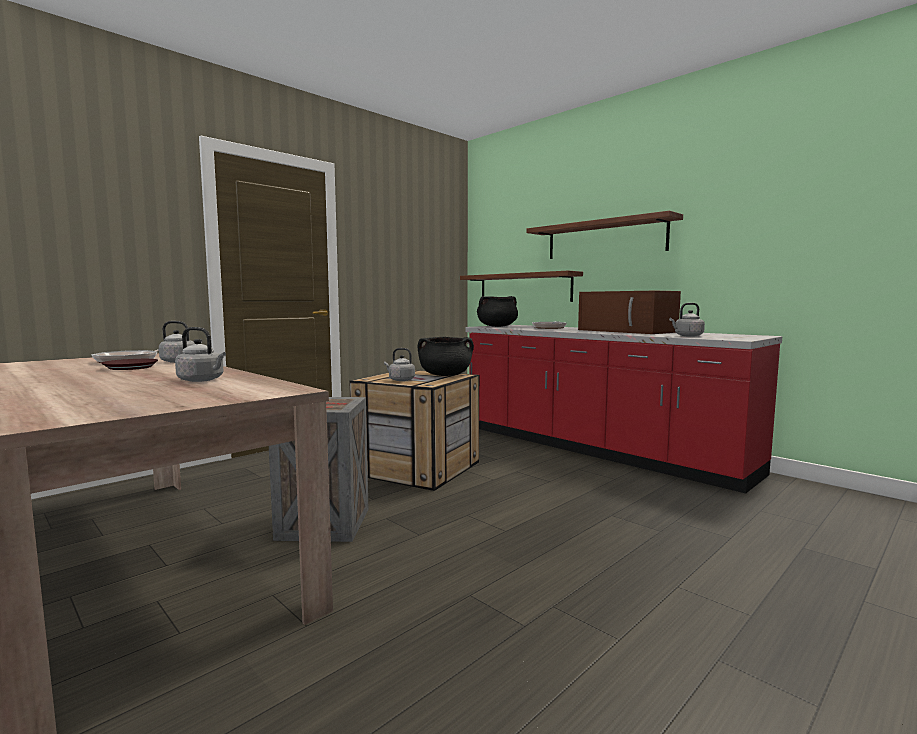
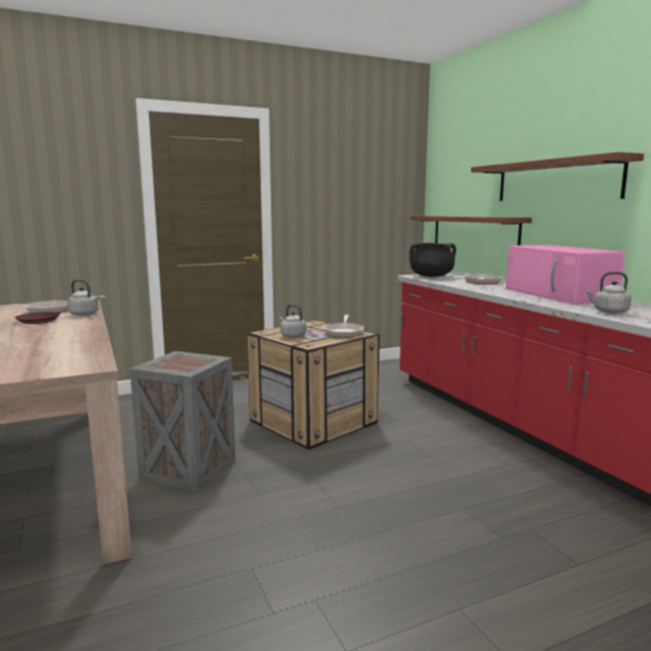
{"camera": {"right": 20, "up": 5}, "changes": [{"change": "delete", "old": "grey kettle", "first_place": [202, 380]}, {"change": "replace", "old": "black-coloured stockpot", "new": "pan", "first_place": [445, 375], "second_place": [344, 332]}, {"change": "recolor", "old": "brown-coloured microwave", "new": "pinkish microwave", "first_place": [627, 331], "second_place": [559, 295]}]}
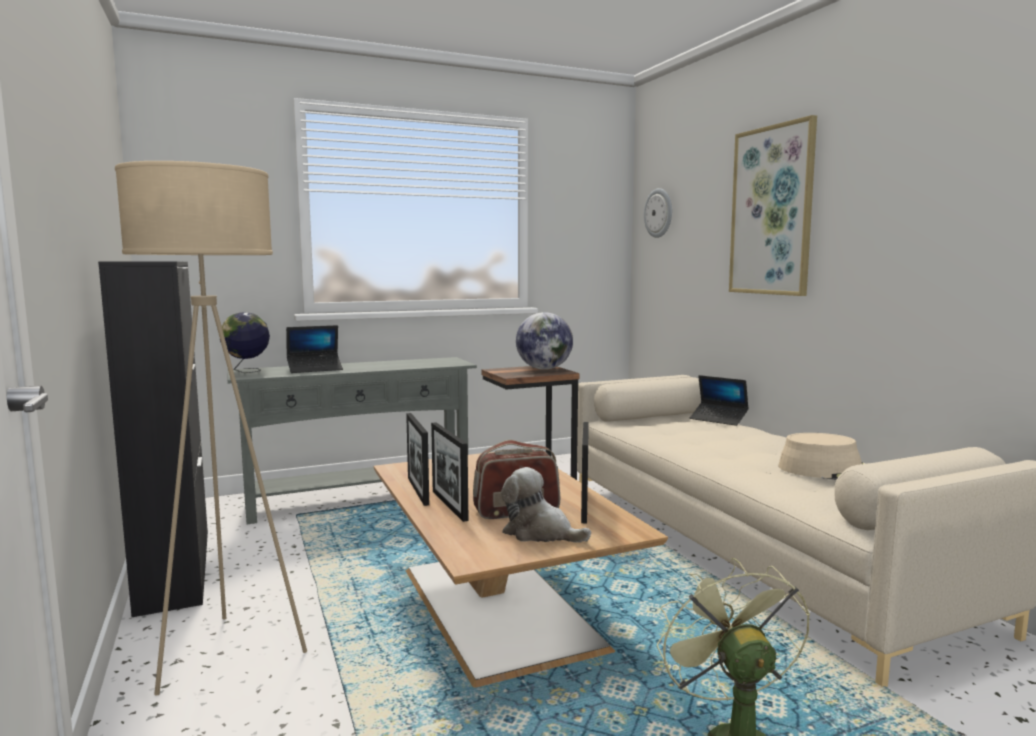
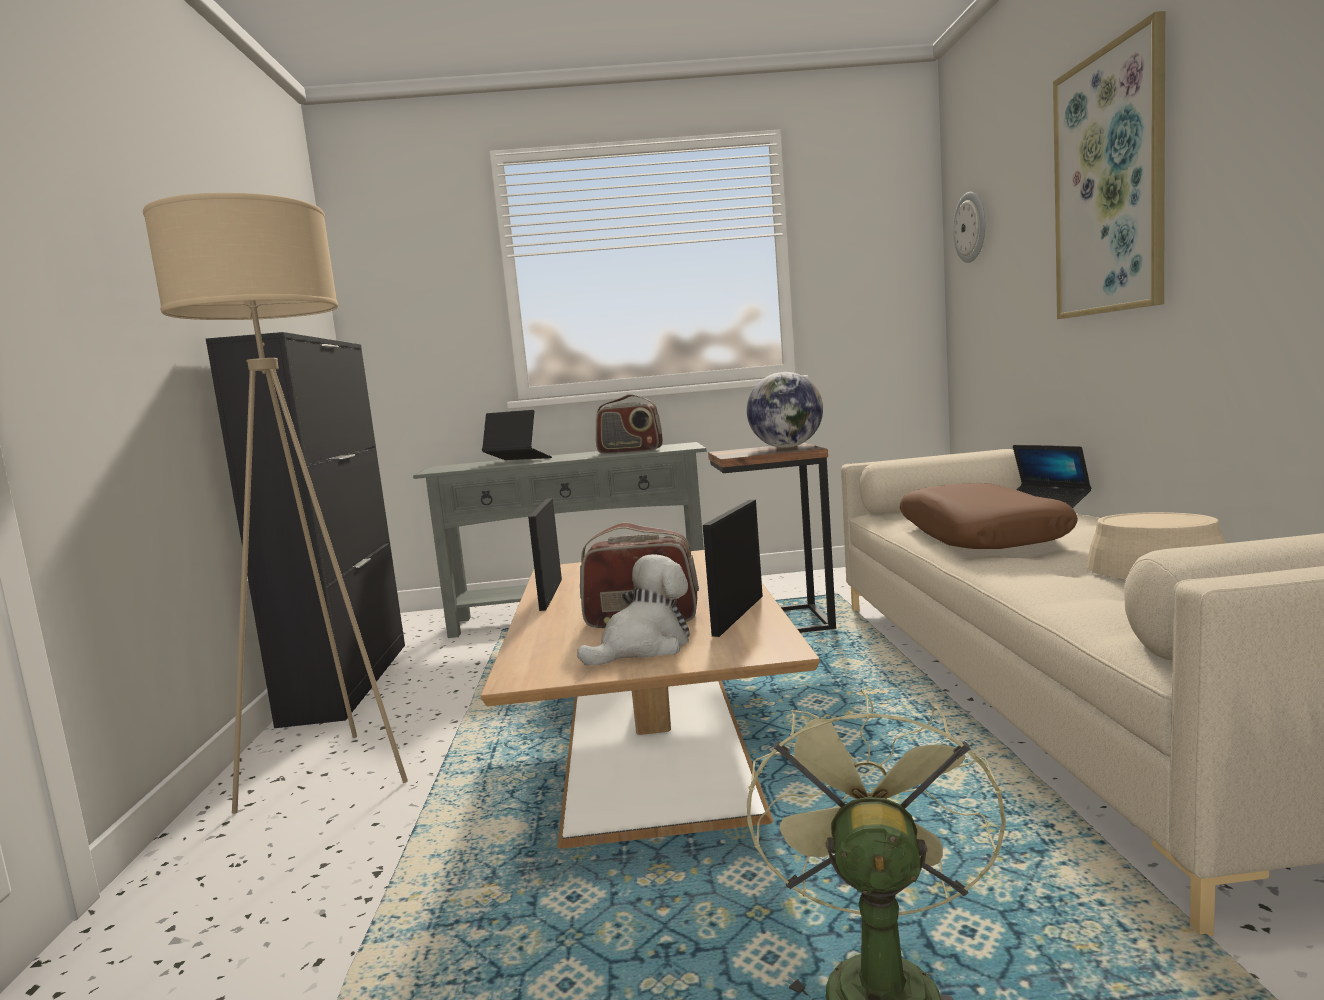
{"camera": {"right": 20, "up": 0}, "changes": [{"change": "delete", "old": "globe", "first_place": [247, 371]}, {"change": "rotate", "old": "portable computer", "first_place": [315, 369], "second_place": [517, 461], "degrees": -150}, {"change": "delete", "old": "picture frame", "first_place": [449, 505]}, {"change": "rotate", "old": "plush toy", "first_place": [540, 533], "second_place": [643, 647], "degrees": 90}, {"change": "insert", "new": "radio", "second_place": [630, 451]}, {"change": "insert", "new": "brown-coloured throw pillow", "second_place": [981, 536]}]}
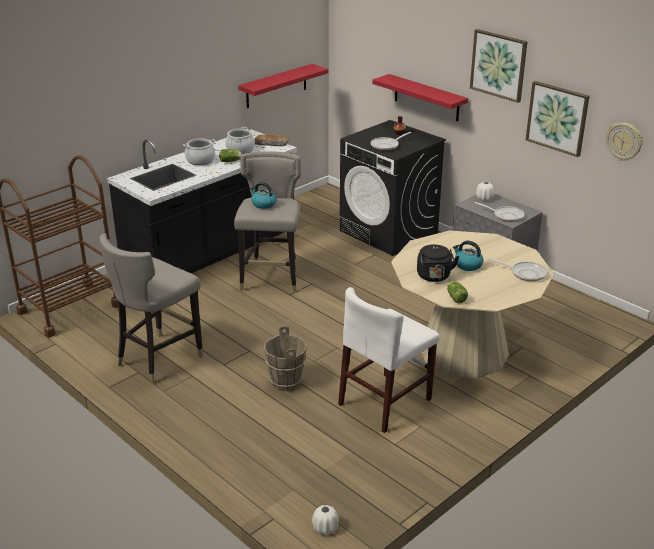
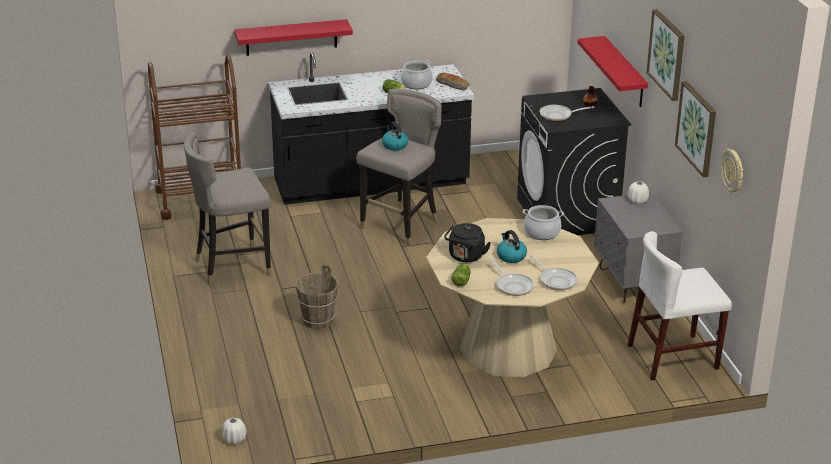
{"camera": {"right": 30, "up": 0}, "changes": [{"change": "move", "old": "stockpot", "first_place": [200, 160], "second_place": [542, 232]}, {"change": "move", "old": "red-coloured wall shelf", "first_place": [276, 86], "second_place": [291, 37]}, {"change": "move", "old": "whitish upright chair", "first_place": [385, 402], "second_place": [673, 357]}, {"change": "move", "old": "pan", "first_place": [505, 216], "second_place": [512, 286]}]}
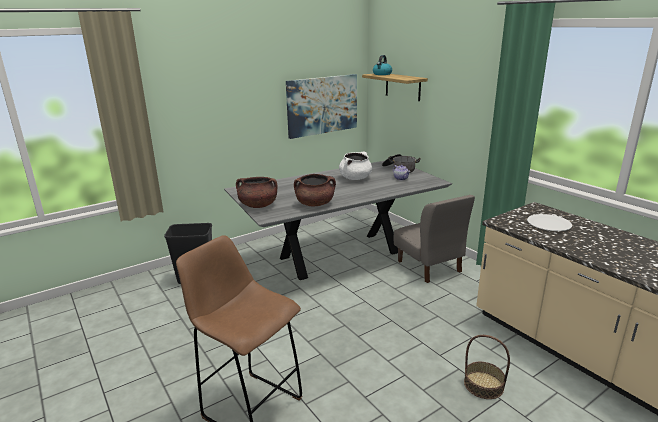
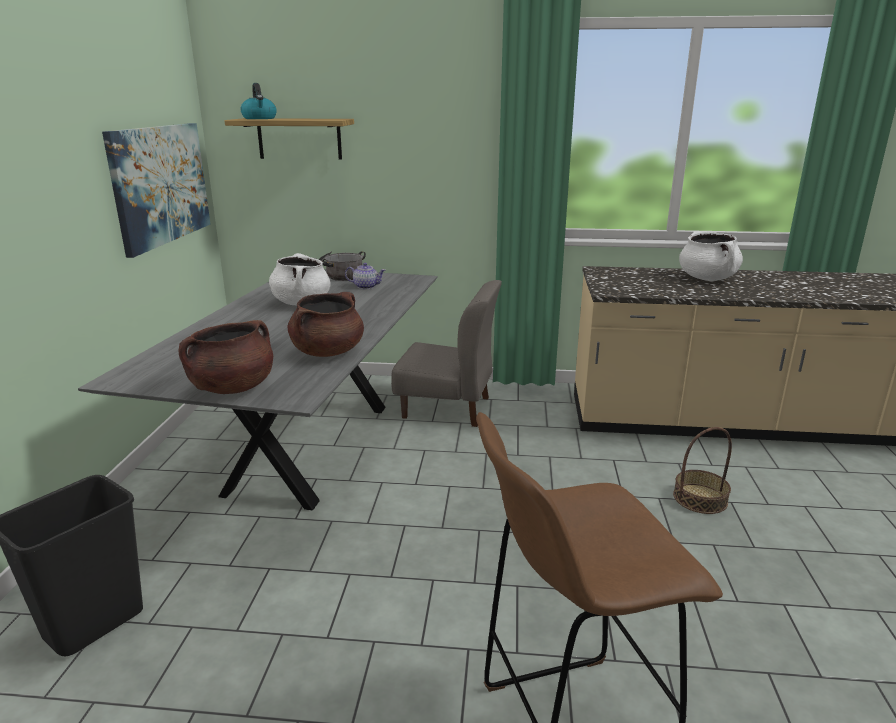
{"camera": {"right": -50, "up": 0}, "changes": [{"change": "delete", "old": "whitish dinner plate", "first_place": [549, 224]}, {"change": "insert", "new": "whitish stockpot", "second_place": [707, 279]}]}
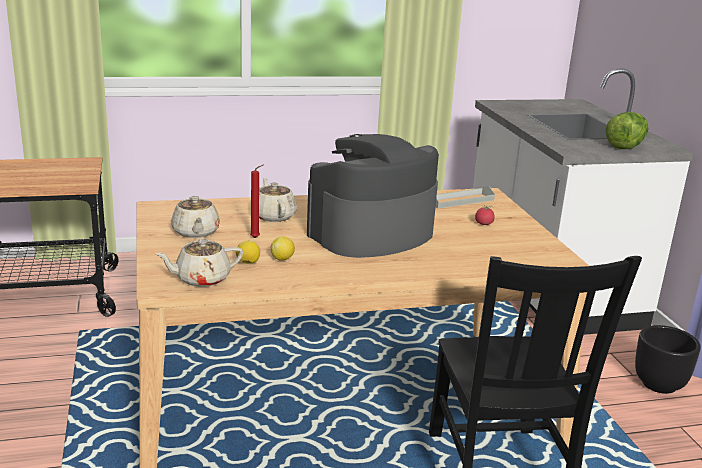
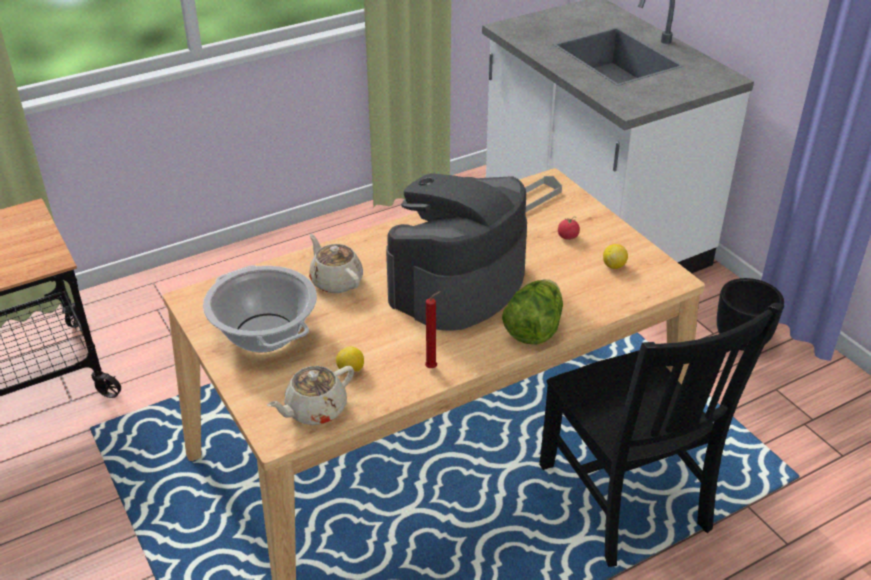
{"camera": {"right": -15, "up": 15}, "changes": [{"change": "replace", "old": "beige-coloured pot for tea", "new": "stockpot", "first_place": [195, 232], "second_place": [264, 333]}, {"change": "move", "old": "red-coloured candle", "first_place": [256, 238], "second_place": [433, 367]}, {"change": "move", "old": "lemon", "first_place": [282, 259], "second_place": [614, 266]}, {"change": "move", "old": "head of lettuce", "first_place": [625, 146], "second_place": [534, 329]}]}
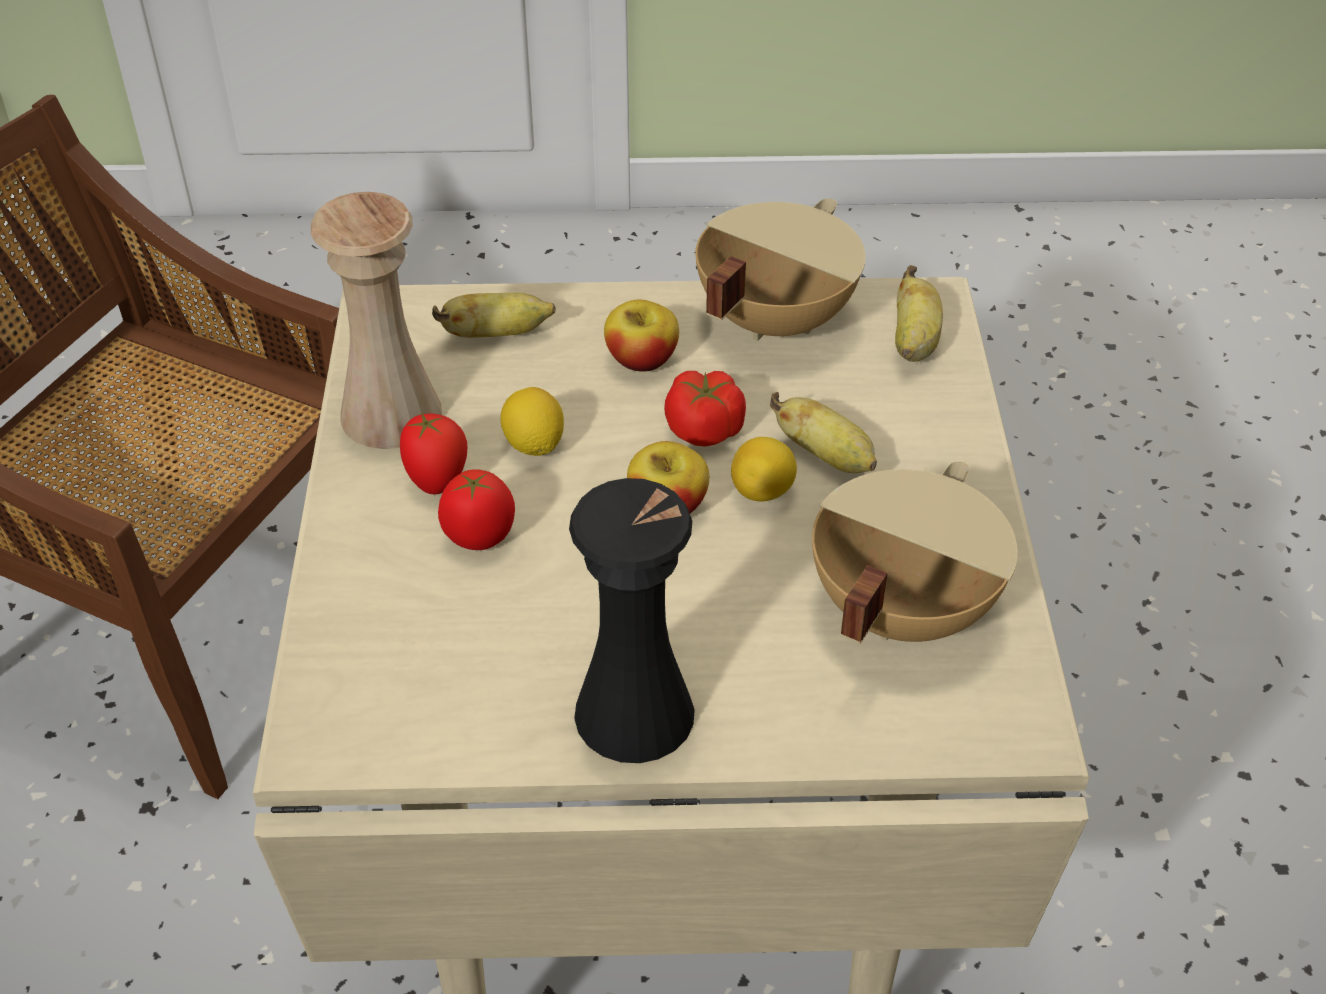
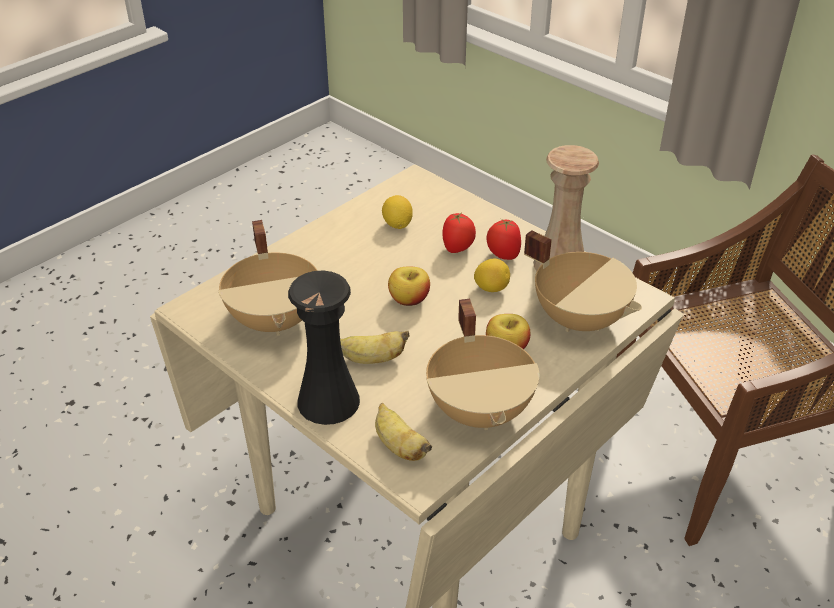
{"camera": {"right": 135, "up": -5}, "changes": [{"change": "replace", "old": "banana fruit", "new": "beige-coloured stockpot", "first_place": [497, 334], "second_place": [580, 318]}, {"change": "move", "old": "black-coloured vase", "first_place": [634, 713], "second_place": [328, 401]}, {"change": "delete", "old": "tomato", "first_place": [705, 430]}, {"change": "move", "old": "lemon", "first_place": [763, 492], "second_place": [397, 224]}]}
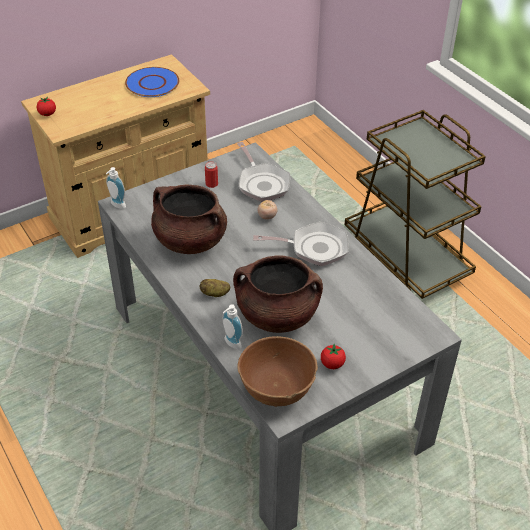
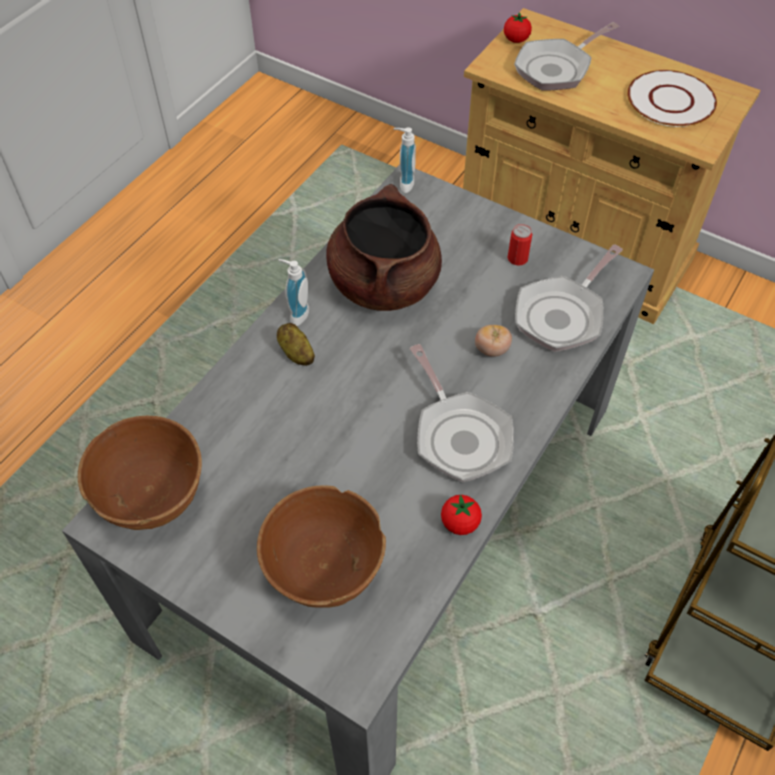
{"camera": {"right": 65, "up": 10}, "changes": [{"change": "recolor", "old": "bluish dinner plate", "new": "whitish dinner plate", "first_place": [152, 83], "second_place": [670, 100]}, {"change": "move", "old": "soap dispenser", "first_place": [231, 344], "second_place": [296, 314]}, {"change": "delete", "old": "brown-coloured stockpot", "first_place": [277, 315]}, {"change": "move", "old": "tomato", "first_place": [332, 364], "second_place": [460, 523]}, {"change": "insert", "new": "brown-coloured bowl", "second_place": [324, 566]}, {"change": "insert", "new": "pan", "second_place": [557, 68]}]}
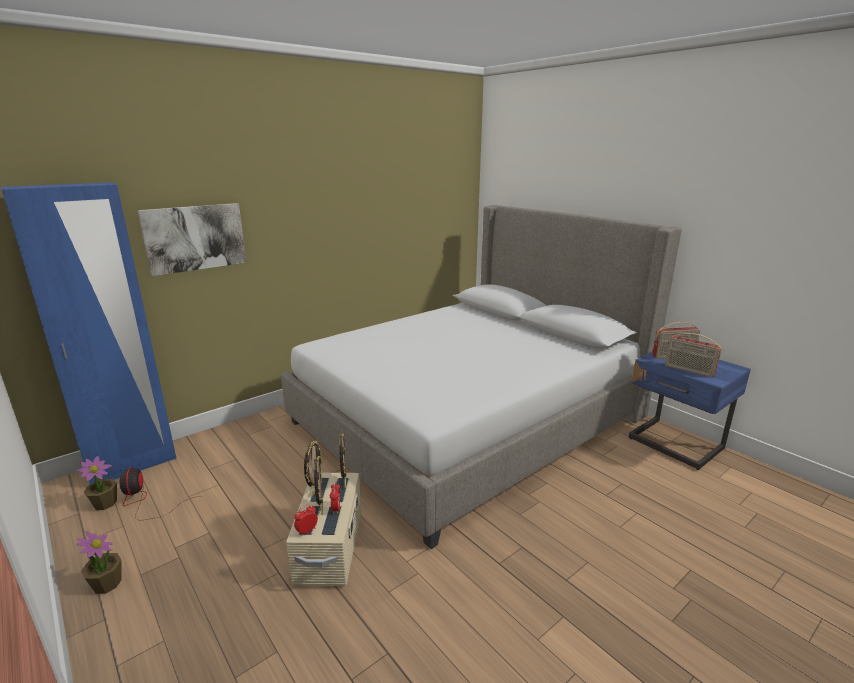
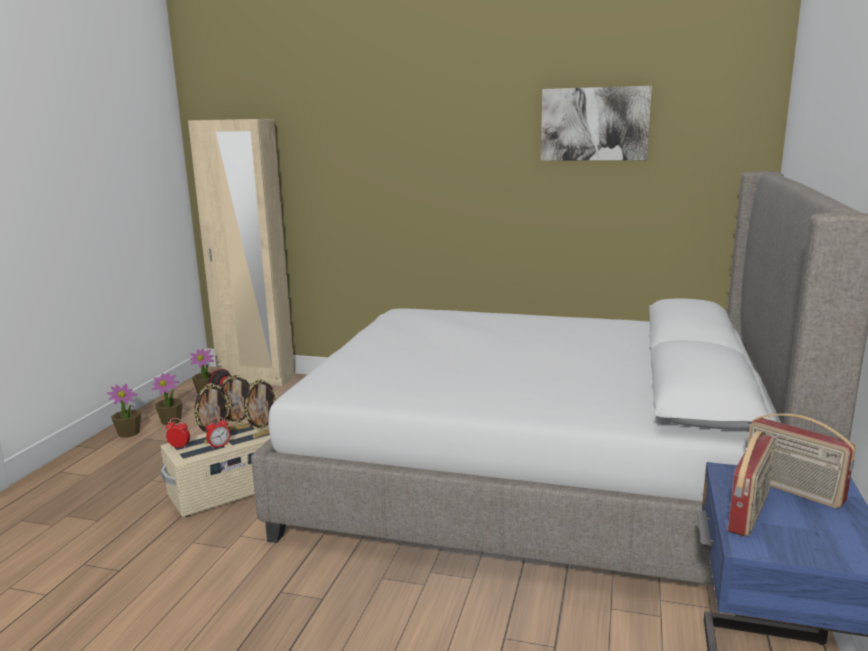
{"camera": {"right": 55, "up": -5}, "changes": [{"change": "recolor", "old": "bluish wardrobe", "new": "beige-coloured wardrobe", "first_place": [132, 466], "second_place": [256, 378]}, {"change": "move", "old": "picture", "first_place": [195, 238], "second_place": [594, 124]}, {"change": "rotate", "old": "radio", "first_place": [688, 370], "second_place": [749, 513], "degrees": -150}, {"change": "insert", "new": "houseplant", "second_place": [171, 421]}]}
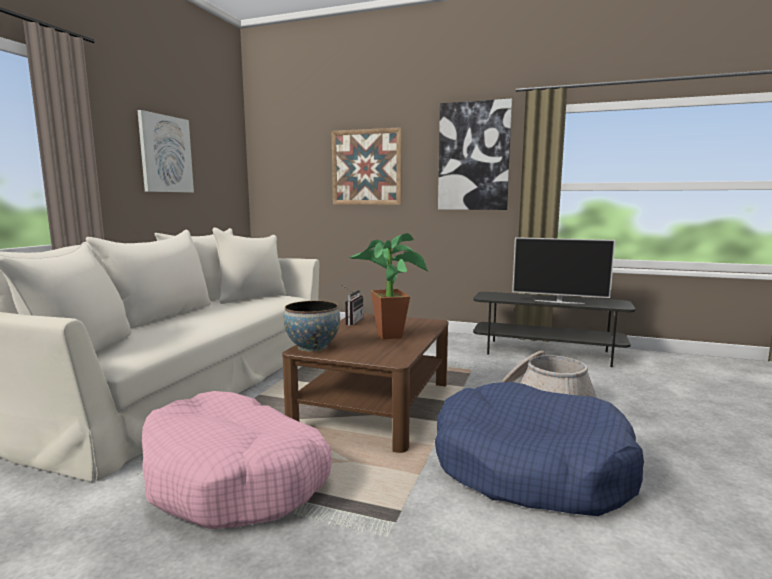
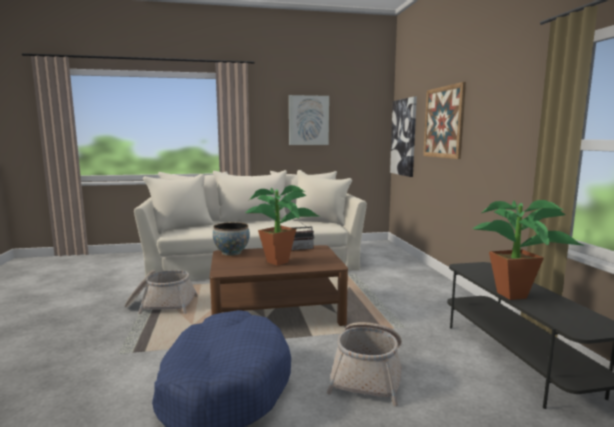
{"camera": {"right": 60, "up": 0}, "changes": [{"change": "replace", "old": "pinkish dog cushion", "new": "basket", "first_place": [236, 477], "second_place": [161, 305]}, {"change": "move", "old": "picture", "first_place": [473, 156], "second_place": [404, 137]}, {"change": "replace", "old": "TV set", "new": "houseplant", "first_place": [559, 302], "second_place": [518, 296]}]}
